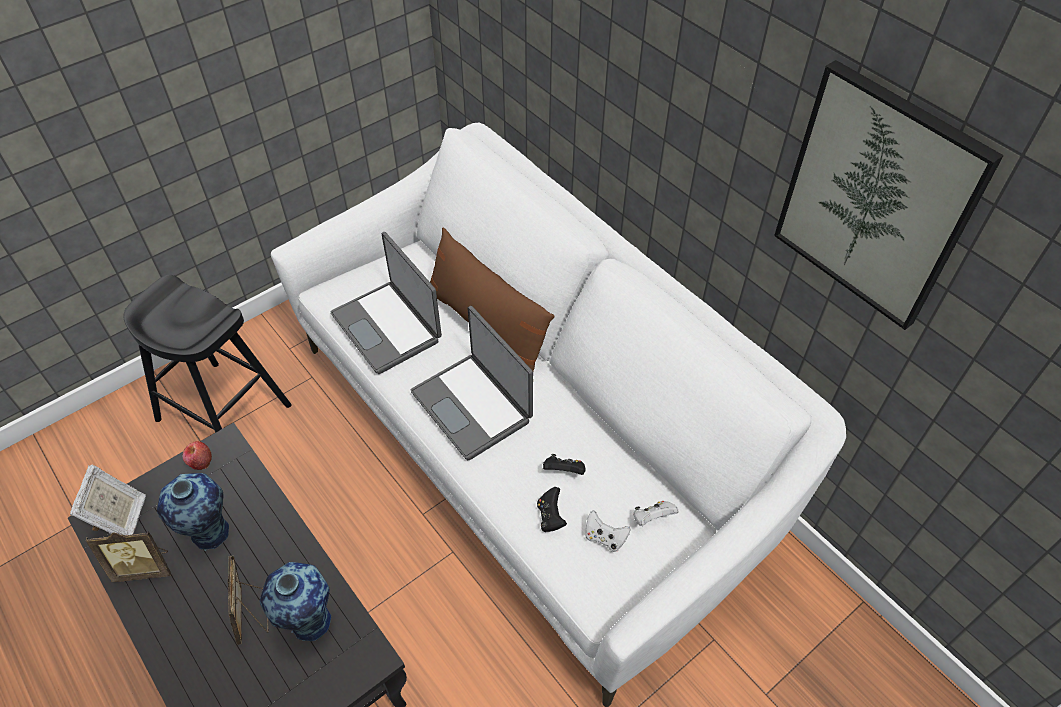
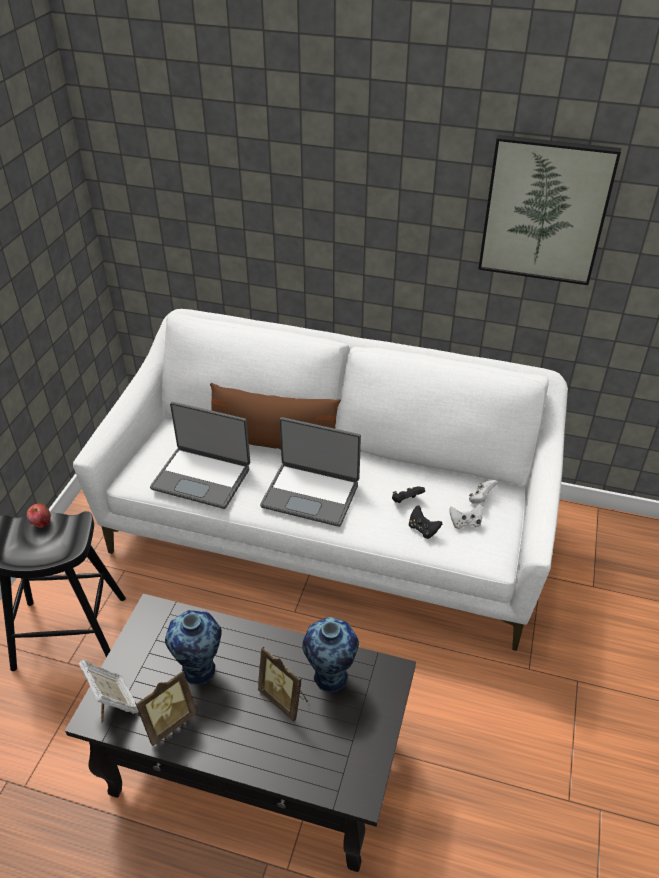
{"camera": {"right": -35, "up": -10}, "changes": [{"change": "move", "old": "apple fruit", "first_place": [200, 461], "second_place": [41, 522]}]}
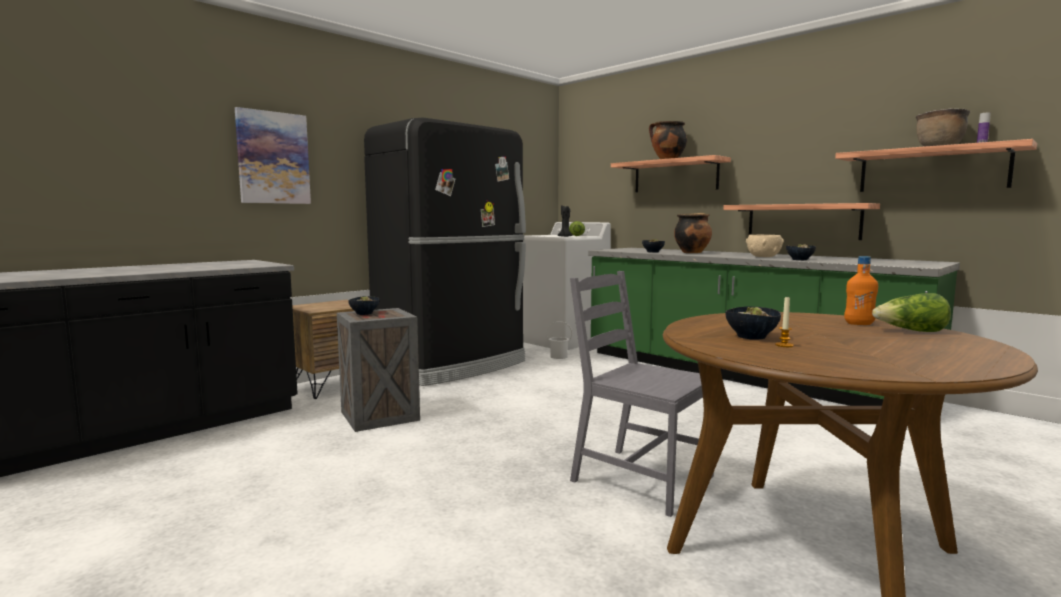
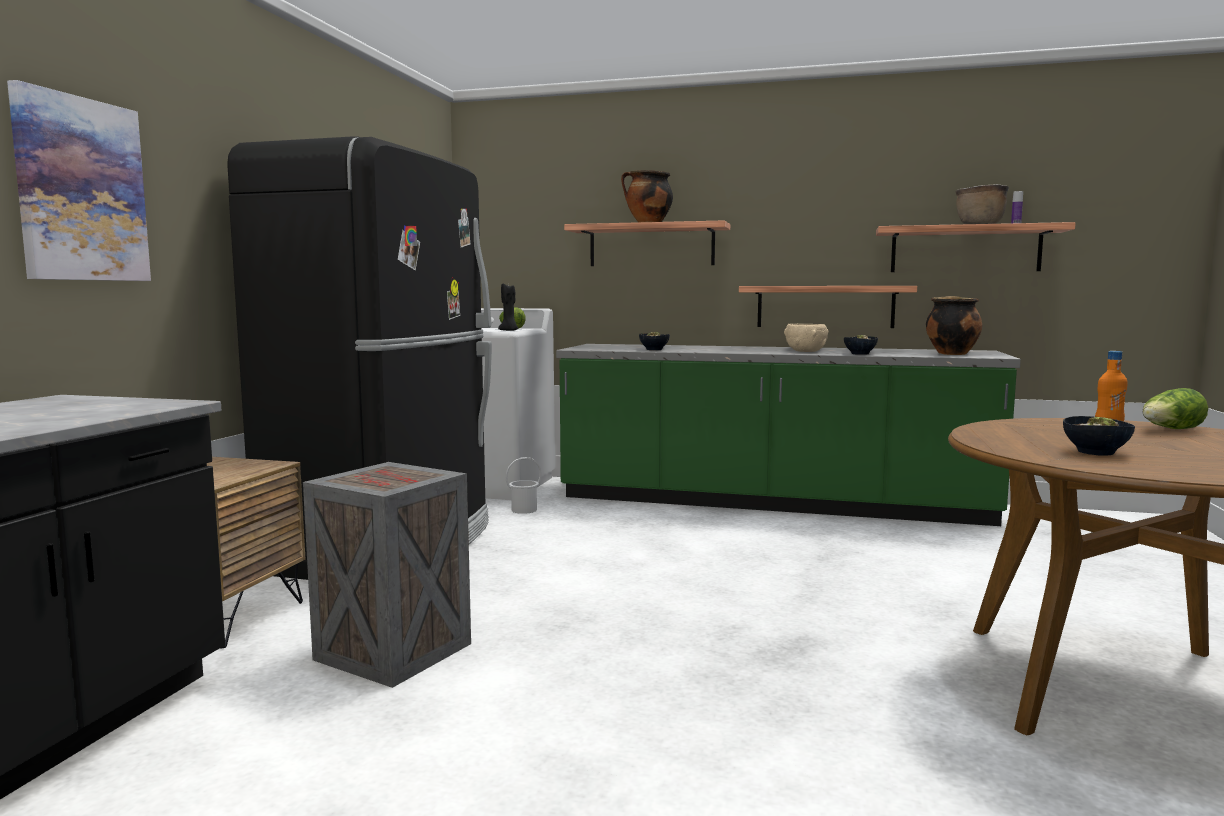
{"camera": {"right": -30, "up": 0}, "changes": [{"change": "delete", "old": "bowl", "first_place": [365, 313]}, {"change": "delete", "old": "grey upright chair", "first_place": [640, 479]}, {"change": "move", "old": "stockpot", "first_place": [692, 252], "second_place": [951, 354]}, {"change": "delete", "old": "candle", "first_place": [784, 345]}]}
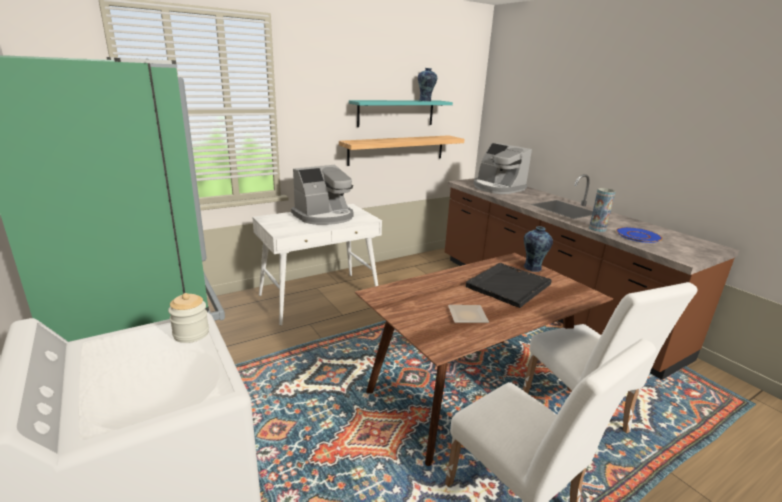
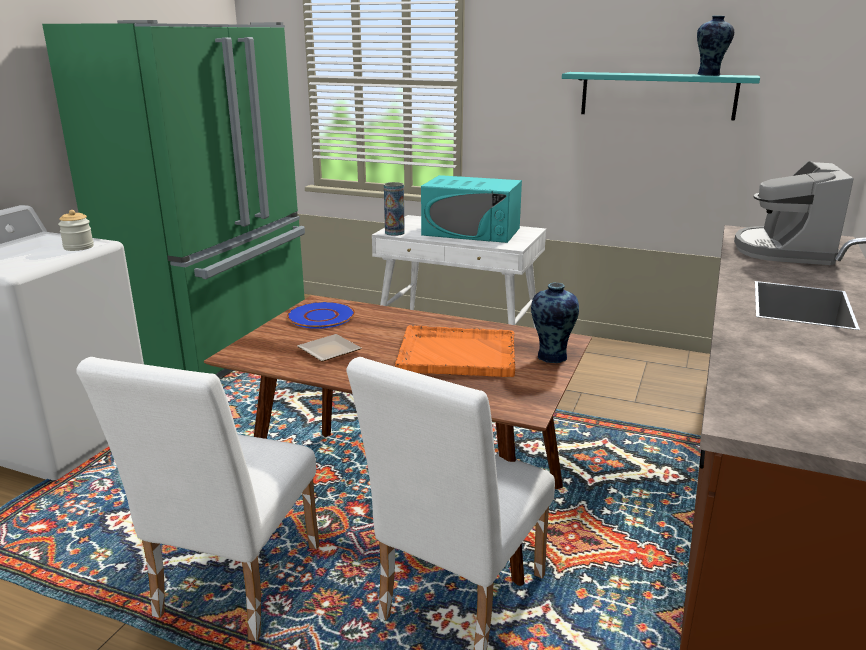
{"camera": {"right": 55, "up": 0}, "changes": [{"change": "replace", "old": "coffee brewer", "new": "turquoise microwave", "first_place": [324, 216], "second_place": [471, 231]}, {"change": "delete", "old": "wall shelf", "first_place": [397, 149]}, {"change": "recolor", "old": "black-coloured serving tray", "new": "orangey serving tray", "first_place": [508, 285], "second_place": [456, 354]}, {"change": "move", "old": "vase", "first_place": [597, 229], "second_place": [394, 233]}, {"change": "move", "old": "bluish dinner plate", "first_place": [638, 236], "second_place": [320, 316]}]}
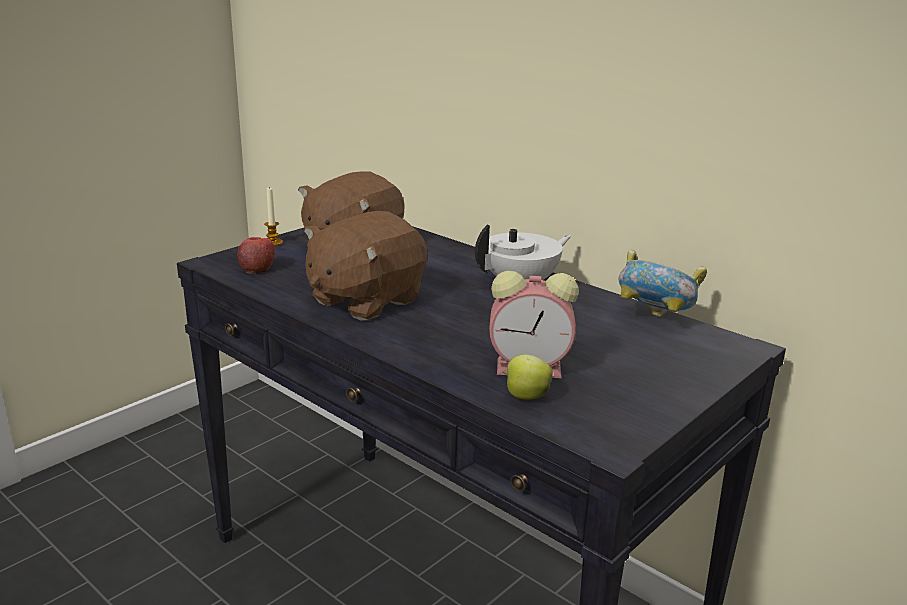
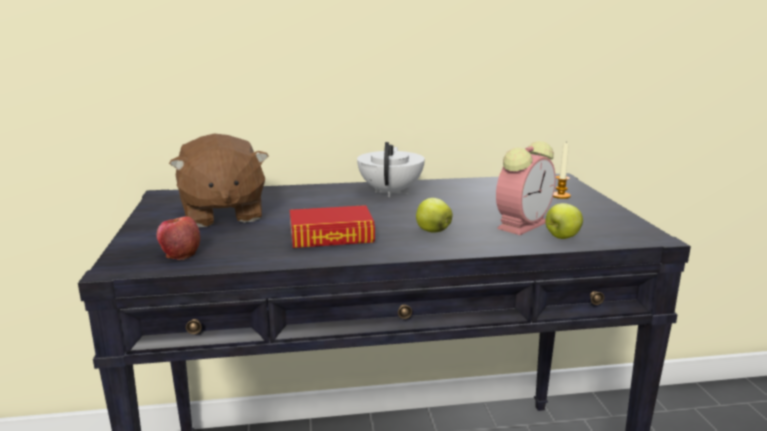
{"camera": {"right": -50, "up": -5}, "changes": [{"change": "move", "old": "candle", "first_place": [273, 243], "second_place": [560, 196]}, {"change": "replace", "old": "brown-coloured plush toy", "new": "bound book", "first_place": [365, 300], "second_place": [331, 236]}, {"change": "delete", "old": "bowl", "first_place": [654, 319]}, {"change": "insert", "new": "apple fruit", "second_place": [432, 231]}]}
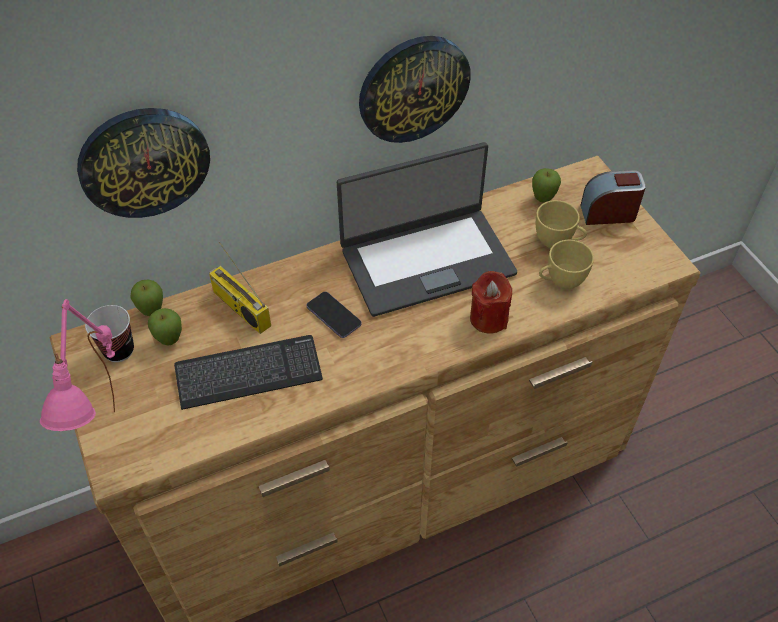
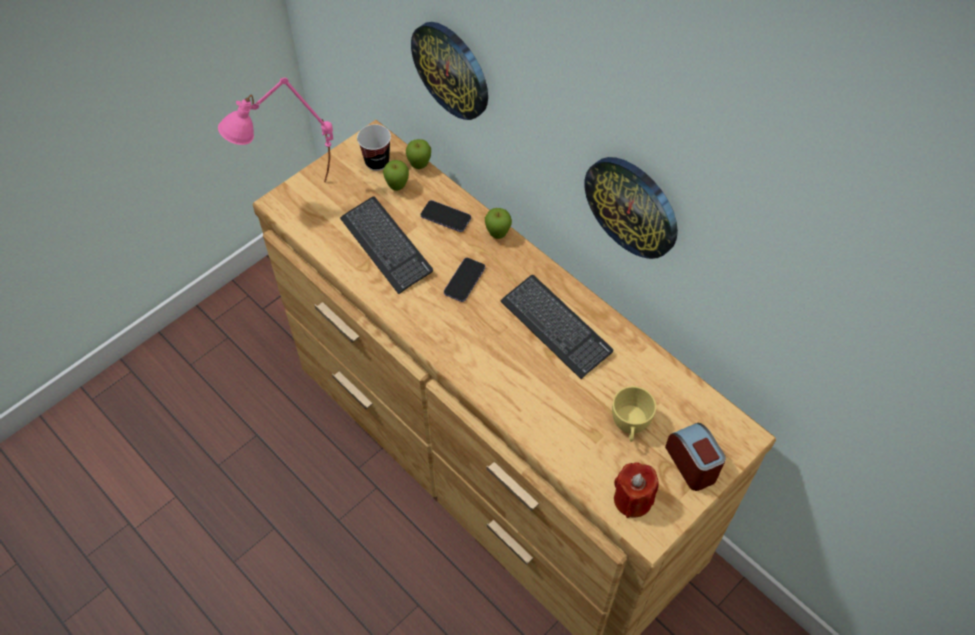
{"camera": {"right": 70, "up": 5}, "changes": [{"change": "replace", "old": "radio", "new": "handset", "first_place": [239, 308], "second_place": [446, 217]}, {"change": "replace", "old": "portable computer", "new": "PC keyboard", "first_place": [426, 260], "second_place": [556, 327]}, {"change": "move", "old": "red-coloured candle", "first_place": [488, 318], "second_place": [632, 499]}, {"change": "move", "old": "apple fruit", "first_place": [542, 199], "second_place": [498, 235]}, {"change": "delete", "old": "yellowish small cup", "first_place": [560, 281]}]}
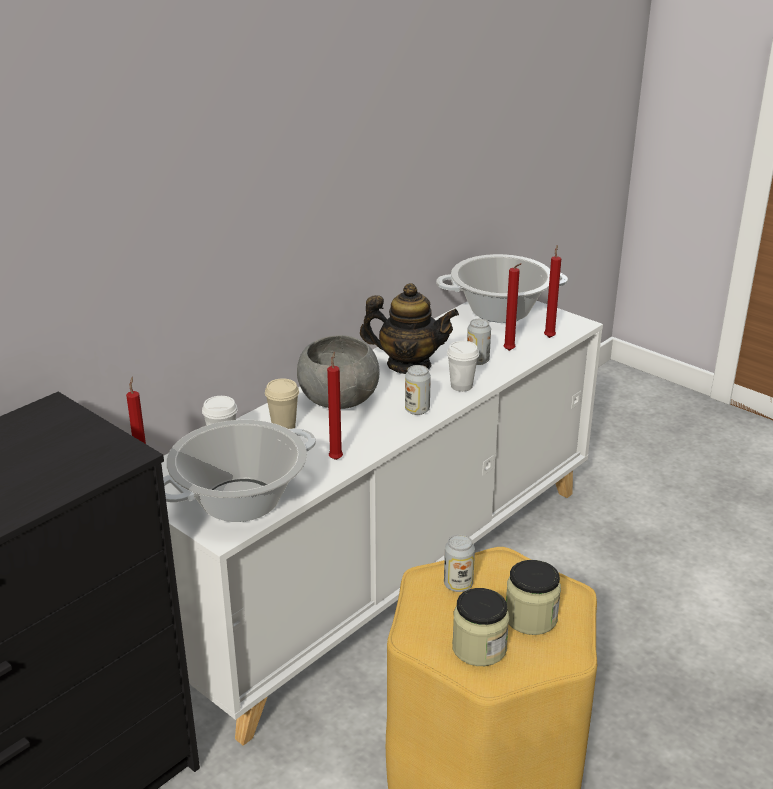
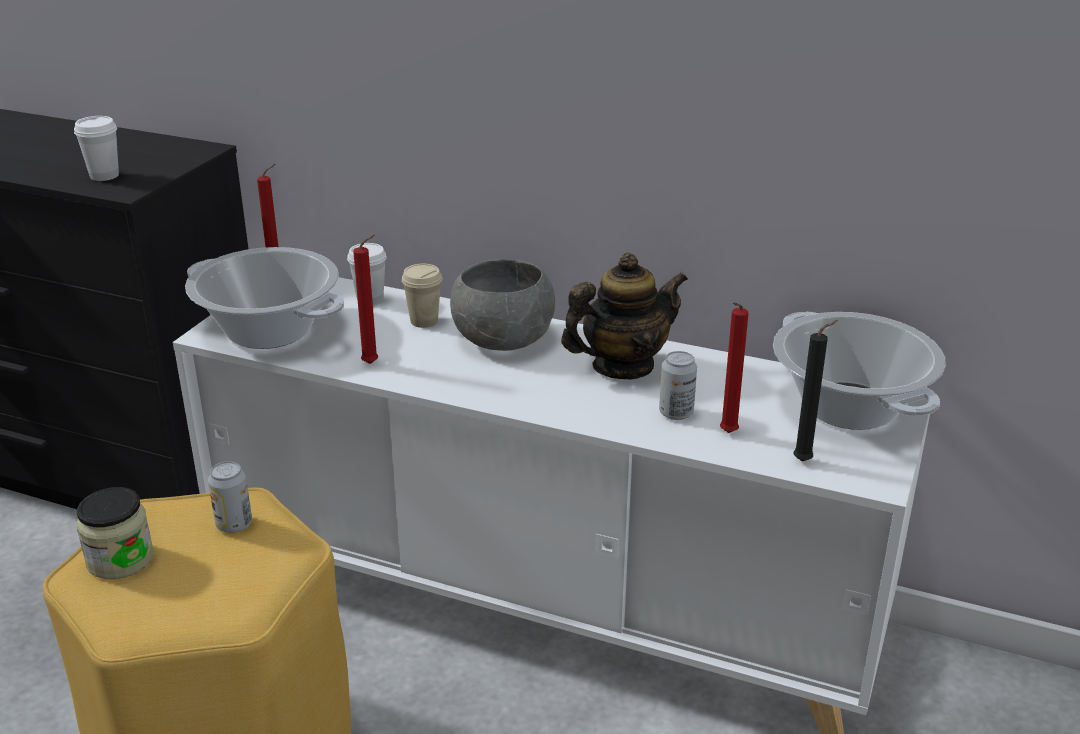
{"camera": {"right": 70, "up": 0}, "changes": [{"change": "rotate", "old": "pot for tea", "first_place": [408, 365], "second_place": [622, 366], "degrees": -105}, {"change": "delete", "old": "can", "first_place": [417, 410]}, {"change": "move", "old": "whitish small cup", "first_place": [461, 386], "second_place": [104, 176]}, {"change": "delete", "old": "jar", "first_place": [531, 618]}, {"change": "recolor", "old": "red-coloured candle", "new": "black-coloured candle", "first_place": [549, 337], "second_place": [805, 461]}]}
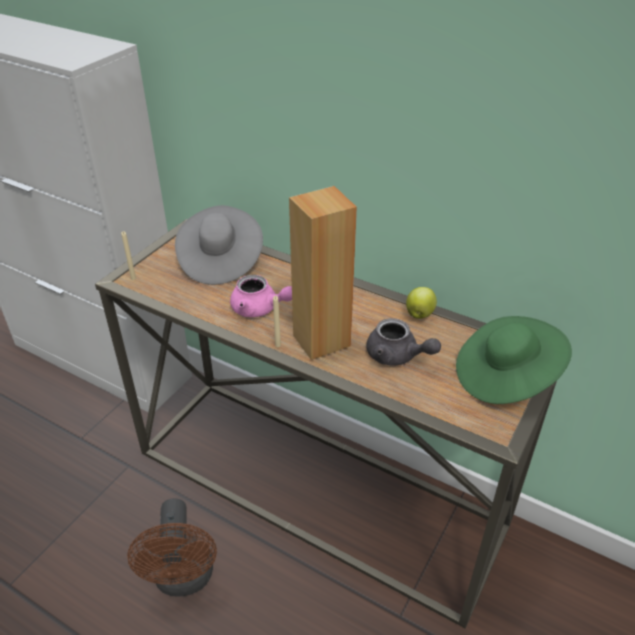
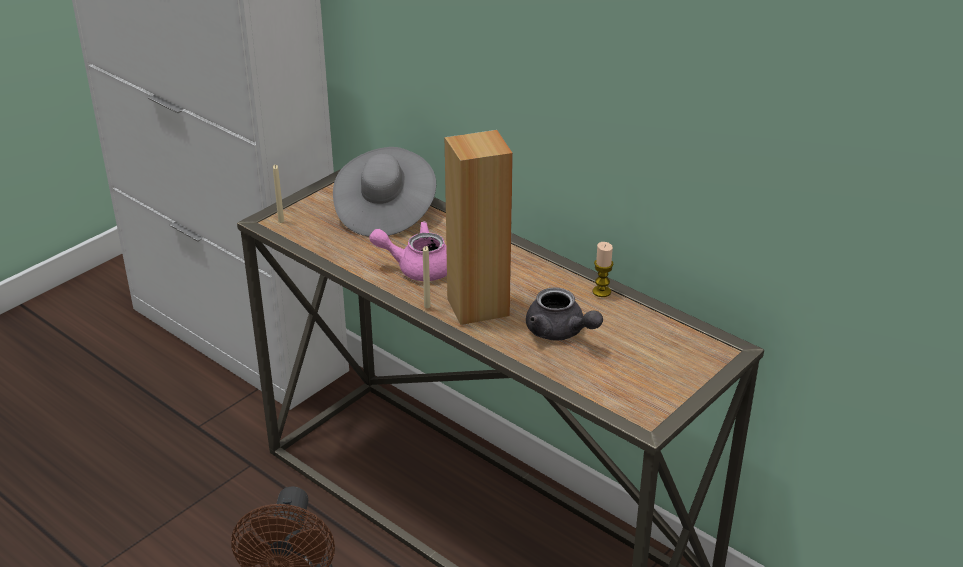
{"camera": {"right": 10, "up": -5}, "changes": [{"change": "rotate", "old": "pinkish pot for tea", "first_place": [260, 309], "second_place": [417, 268], "degrees": 150}, {"change": "replace", "old": "apple fruit", "new": "candle", "first_place": [419, 314], "second_place": [601, 291]}, {"change": "delete", "old": "green wearable hat", "first_place": [505, 377]}]}
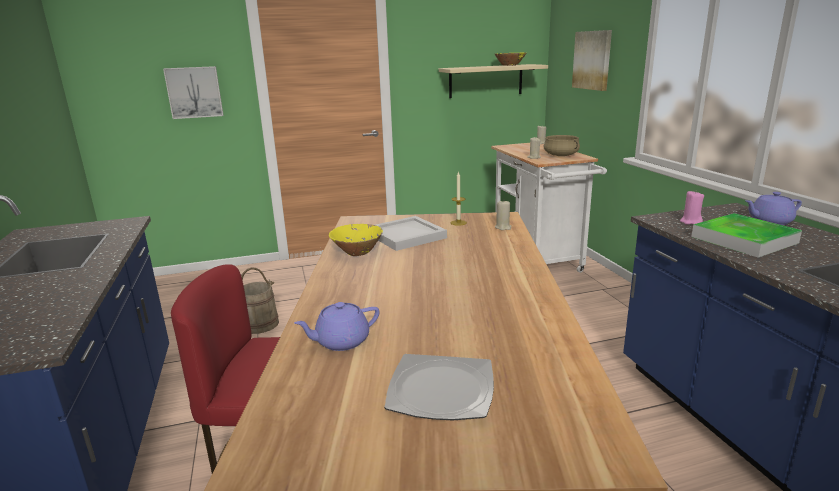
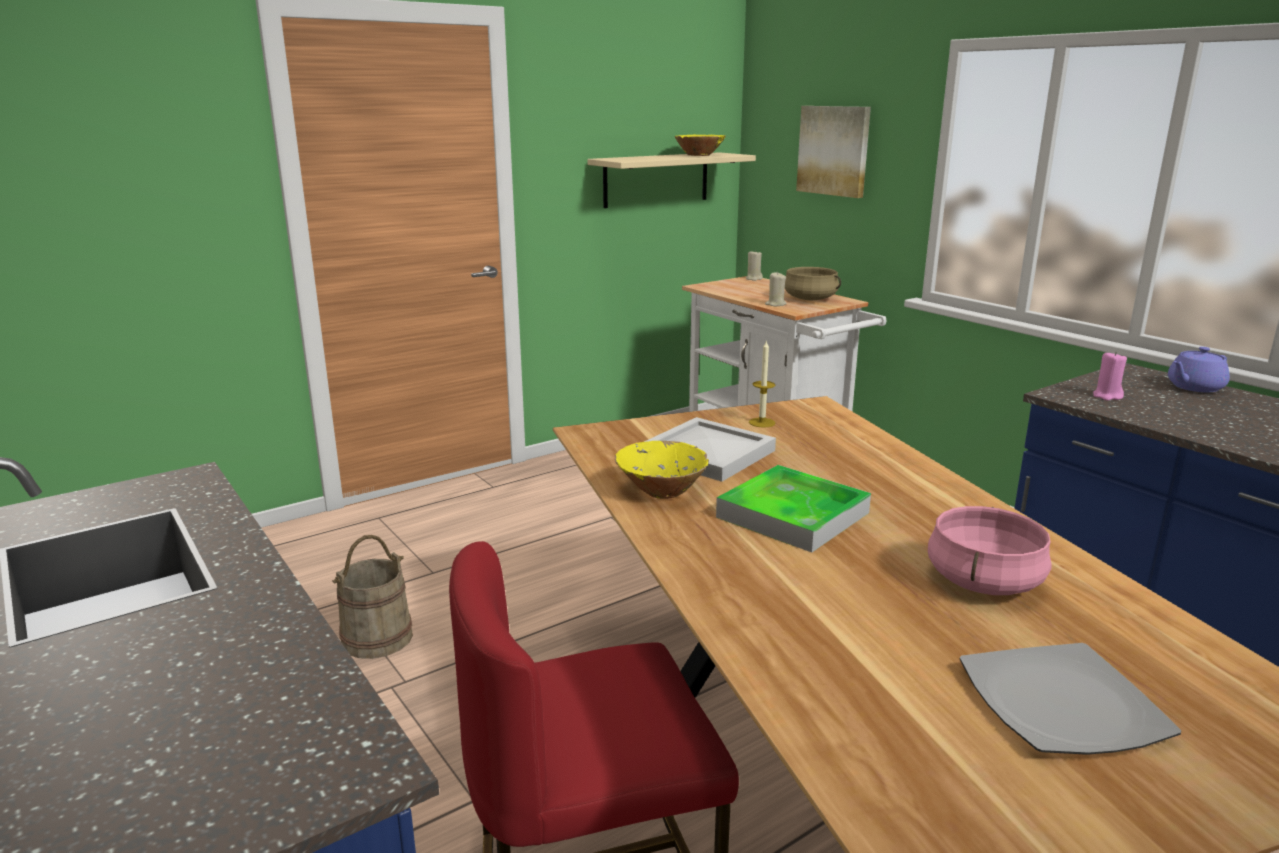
{"camera": {"right": -20, "up": 0}, "changes": [{"change": "delete", "old": "picture", "first_place": [194, 92]}, {"change": "delete", "old": "purplish pot for tea", "first_place": [341, 341]}, {"change": "delete", "old": "beige-coloured candle", "first_place": [503, 227]}, {"change": "move", "old": "serving tray", "first_place": [744, 240], "second_place": [792, 515]}, {"change": "insert", "new": "pinkish stockpot", "second_place": [982, 581]}]}
